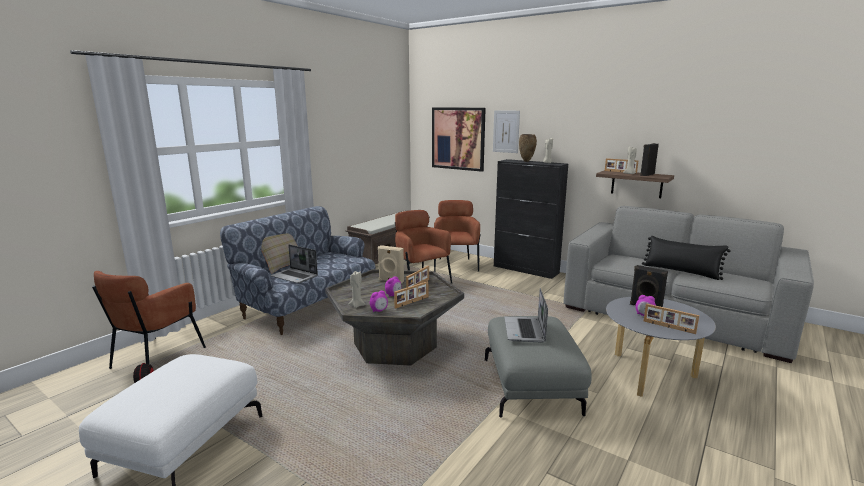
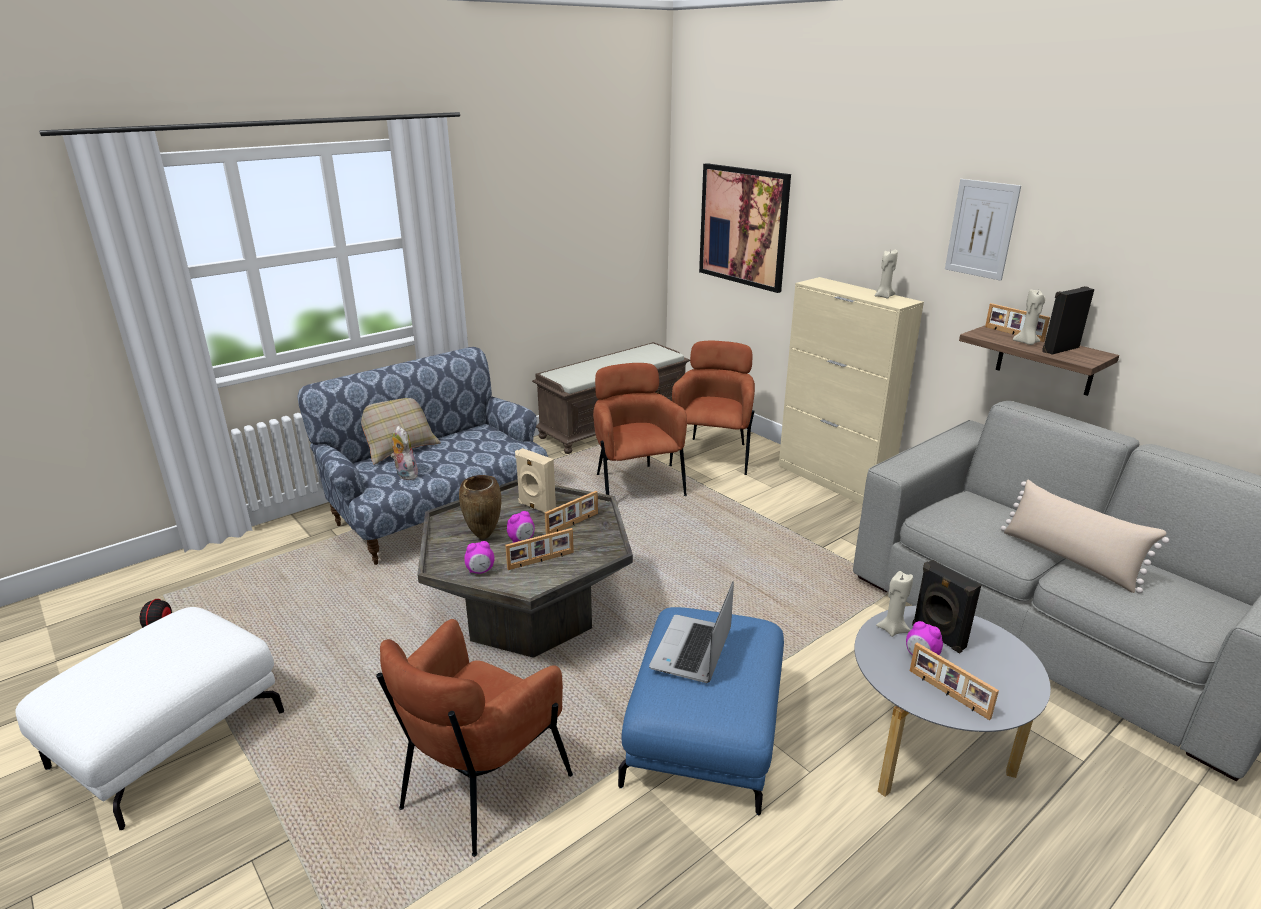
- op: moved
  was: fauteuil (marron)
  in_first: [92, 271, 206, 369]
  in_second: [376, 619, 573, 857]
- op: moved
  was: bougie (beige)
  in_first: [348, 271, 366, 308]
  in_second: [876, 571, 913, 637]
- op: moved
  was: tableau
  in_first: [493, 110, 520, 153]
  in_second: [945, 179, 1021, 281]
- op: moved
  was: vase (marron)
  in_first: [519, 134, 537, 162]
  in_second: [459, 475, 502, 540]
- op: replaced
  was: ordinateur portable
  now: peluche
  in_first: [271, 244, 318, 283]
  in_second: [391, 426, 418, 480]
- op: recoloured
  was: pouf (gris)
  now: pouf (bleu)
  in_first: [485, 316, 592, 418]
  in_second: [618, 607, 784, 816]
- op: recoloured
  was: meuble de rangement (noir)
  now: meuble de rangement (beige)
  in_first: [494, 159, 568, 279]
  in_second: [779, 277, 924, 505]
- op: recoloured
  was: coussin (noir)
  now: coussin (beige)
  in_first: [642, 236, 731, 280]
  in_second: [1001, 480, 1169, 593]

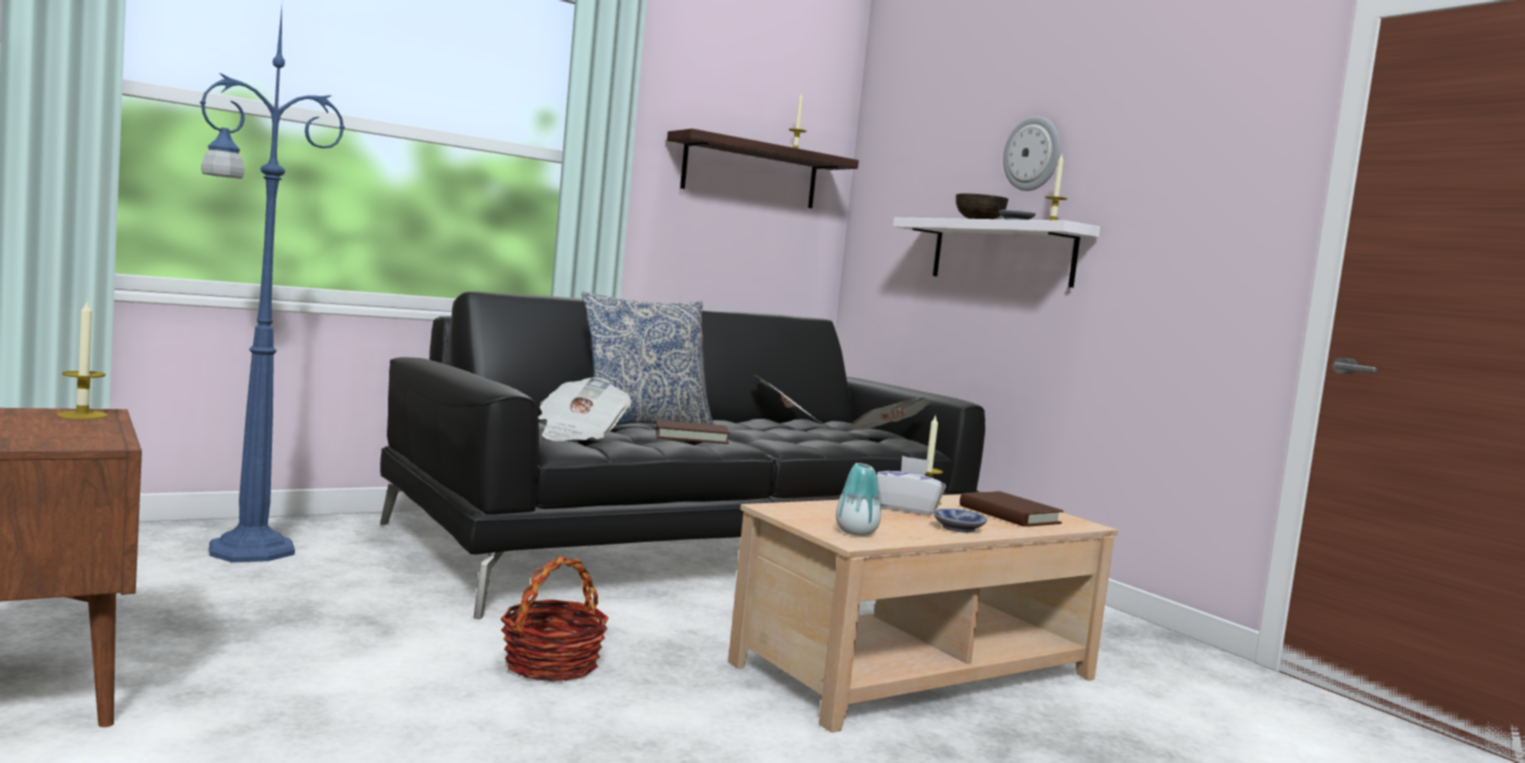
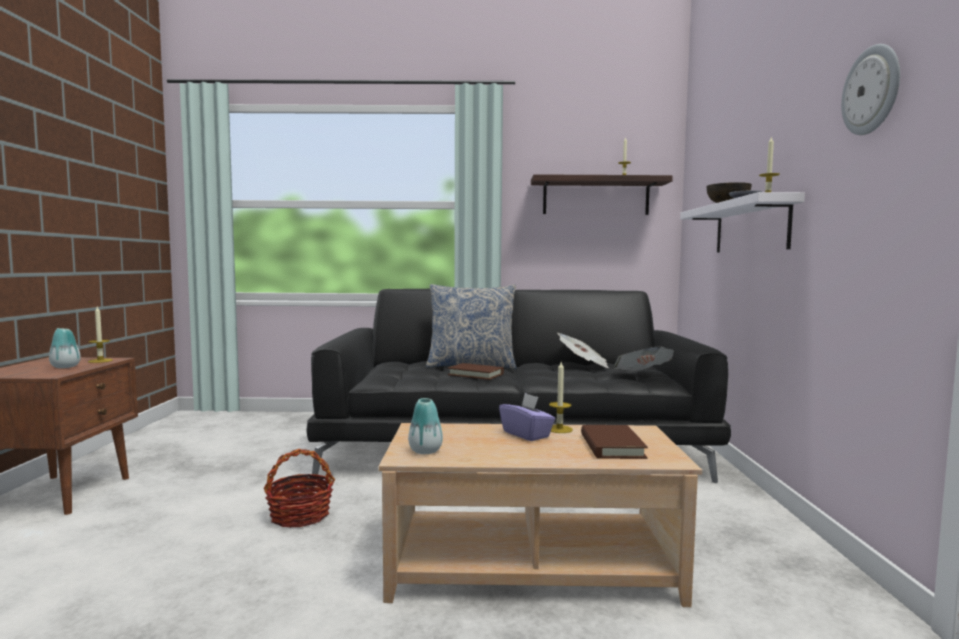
- op: removed
  was: lampadaire (bleu)
  in_first: [200, 8, 345, 563]
- op: removed
  was: journal
  in_first: [538, 377, 631, 441]
- op: removed
  was: bol
  in_first: [933, 509, 987, 532]
- op: added
  now: vase
  in_second: [49, 328, 81, 368]
- op: moved
  was: horloge murale
  in_first: [1003, 116, 1060, 191]
  in_second: [841, 44, 900, 135]
- op: recoloured
  was: boîte à mouchoirs (blanc)
  now: boîte à mouchoirs (violet)
  in_first: [876, 456, 946, 515]
  in_second: [499, 393, 555, 441]

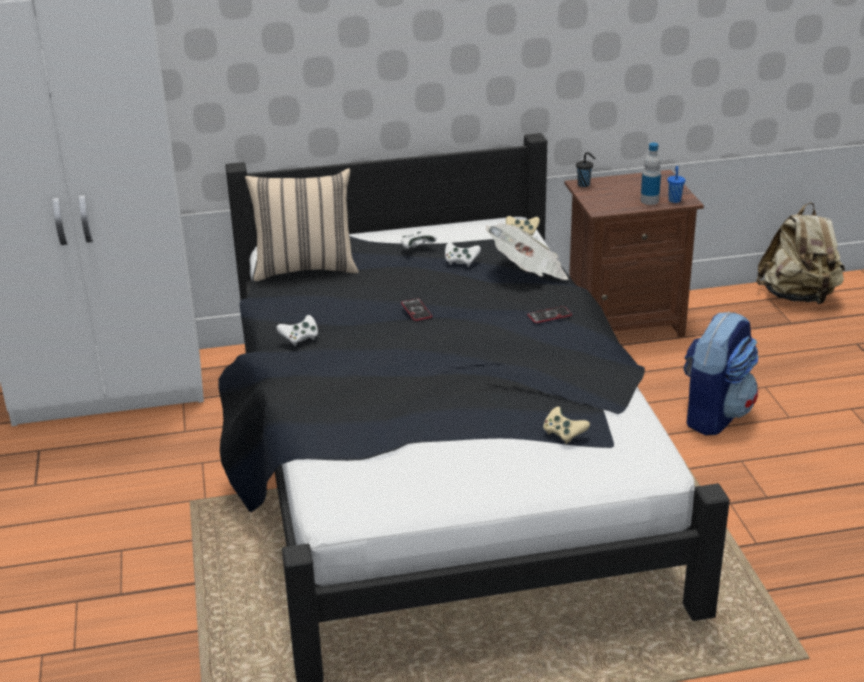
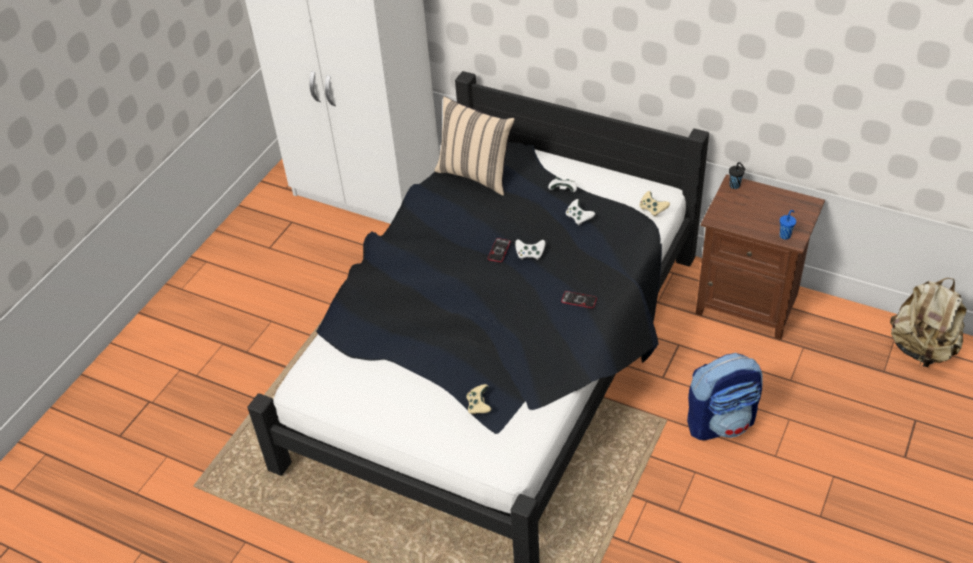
- op: removed
  was: journal
  in_first: [486, 224, 568, 280]
- op: removed
  was: bouteille
  in_first: [641, 143, 661, 205]
- op: moved
  was: manette (blanc)
  in_first: [276, 315, 318, 346]
  in_second: [515, 239, 545, 260]

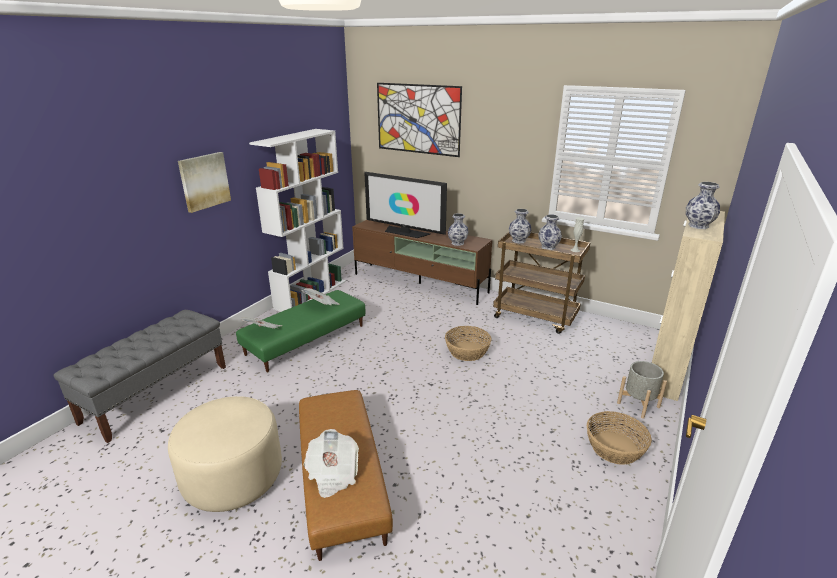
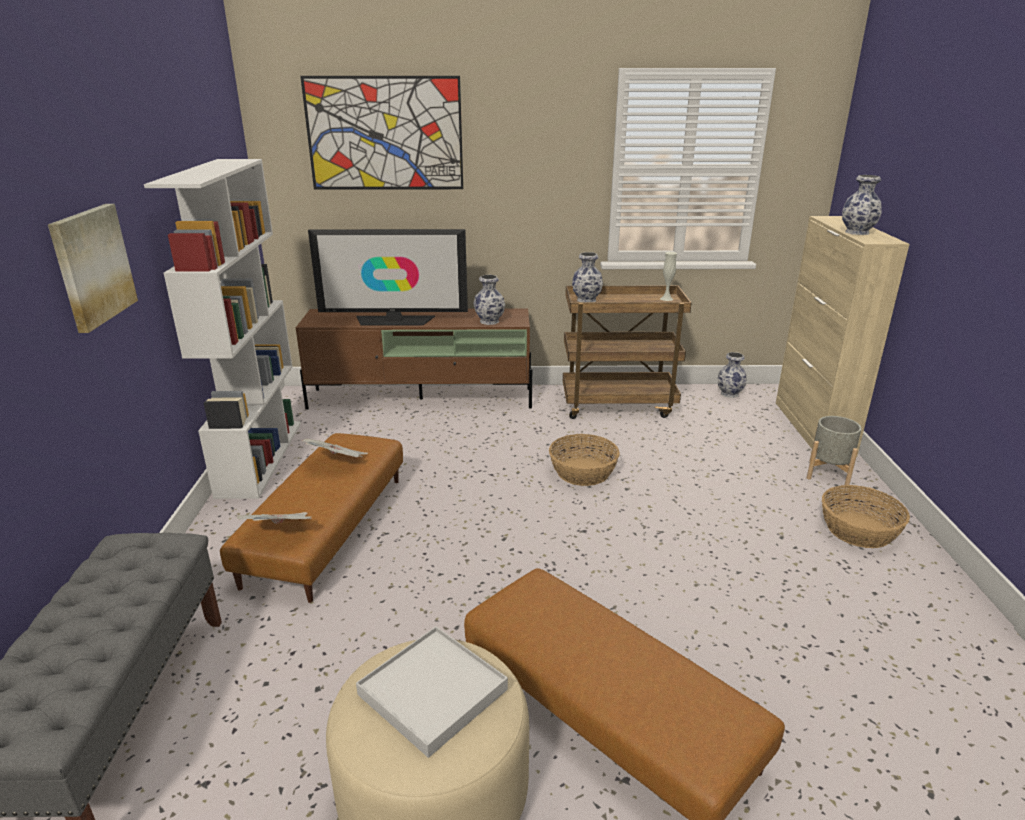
- op: removed
  was: journal
  in_first: [303, 429, 359, 498]
- op: added
  now: plateau (blanc)
  in_second: [356, 626, 508, 758]
- op: moved
  was: vase
  in_first: [538, 214, 562, 250]
  in_second: [718, 352, 746, 398]
- op: recoloured
  was: pouf (vert)
  now: pouf (marron)
  in_first: [236, 290, 366, 372]
  in_second: [220, 433, 403, 603]

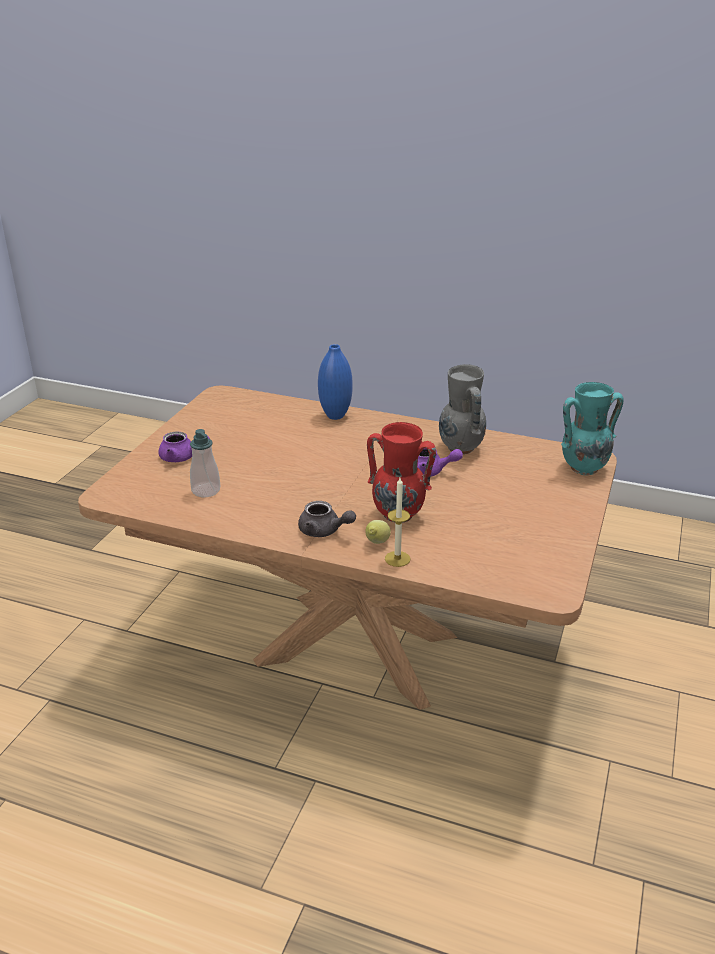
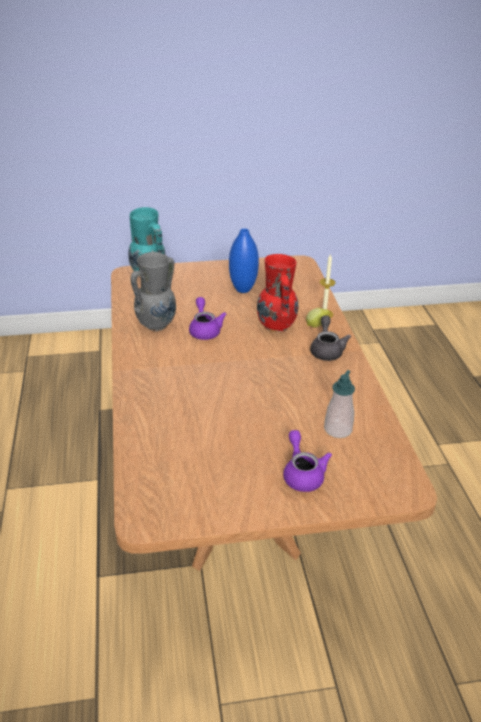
- op: moved
  was: vase (bleu)
  in_first: [318, 344, 353, 420]
  in_second: [229, 229, 259, 293]

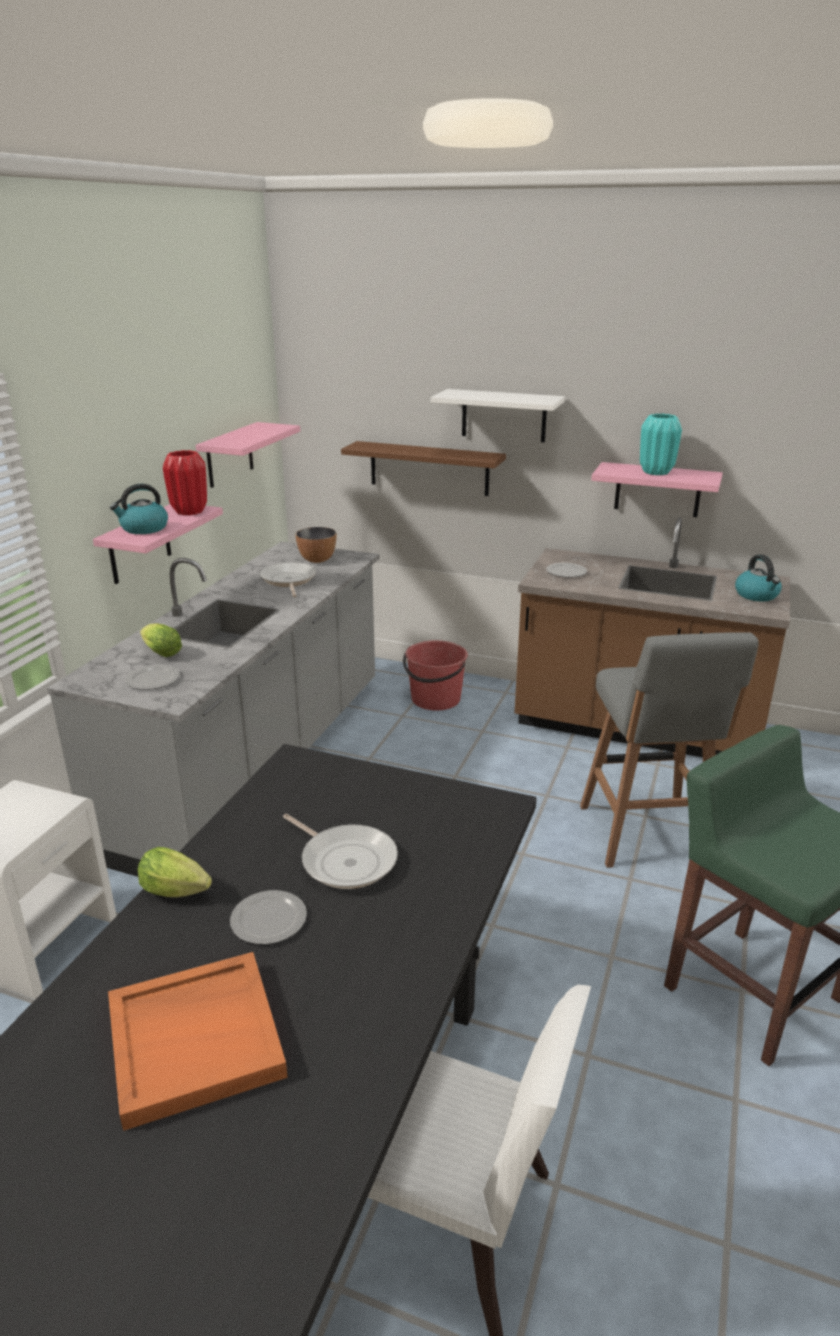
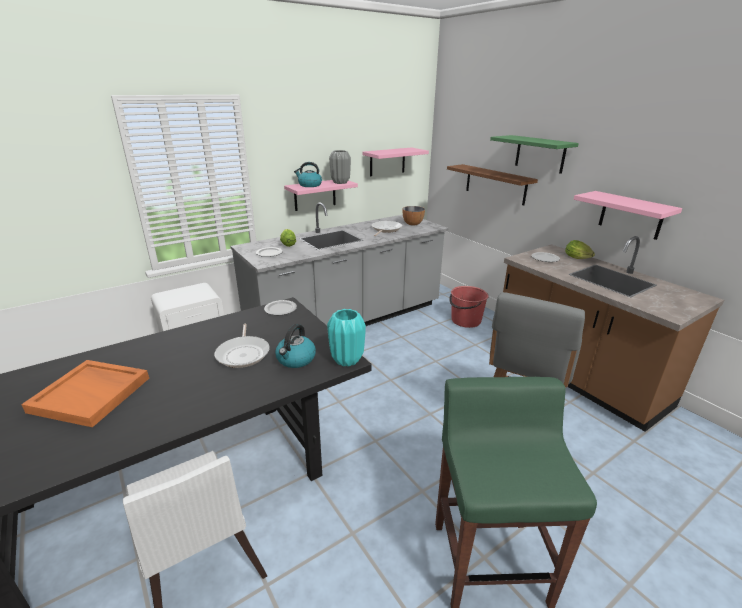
- op: moved
  was: laitue
  in_first: [138, 847, 212, 897]
  in_second: [565, 240, 595, 259]
- op: moved
  was: assiette
  in_first: [230, 890, 307, 944]
  in_second: [264, 300, 297, 315]
- op: moved
  was: vase (turquoise)
  in_first: [640, 414, 682, 475]
  in_second: [327, 309, 366, 367]
- op: moved
  was: bouilloire
  in_first: [735, 554, 782, 602]
  in_second: [275, 324, 316, 368]
- op: recoloured
  was: vase (rouge)
  now: vase (gris)
  in_first: [163, 450, 207, 515]
  in_second: [329, 150, 351, 184]
- op: recoloured
  was: étagère (blanc)
  now: étagère (vert)
  in_first: [431, 389, 565, 442]
  in_second: [490, 135, 579, 174]

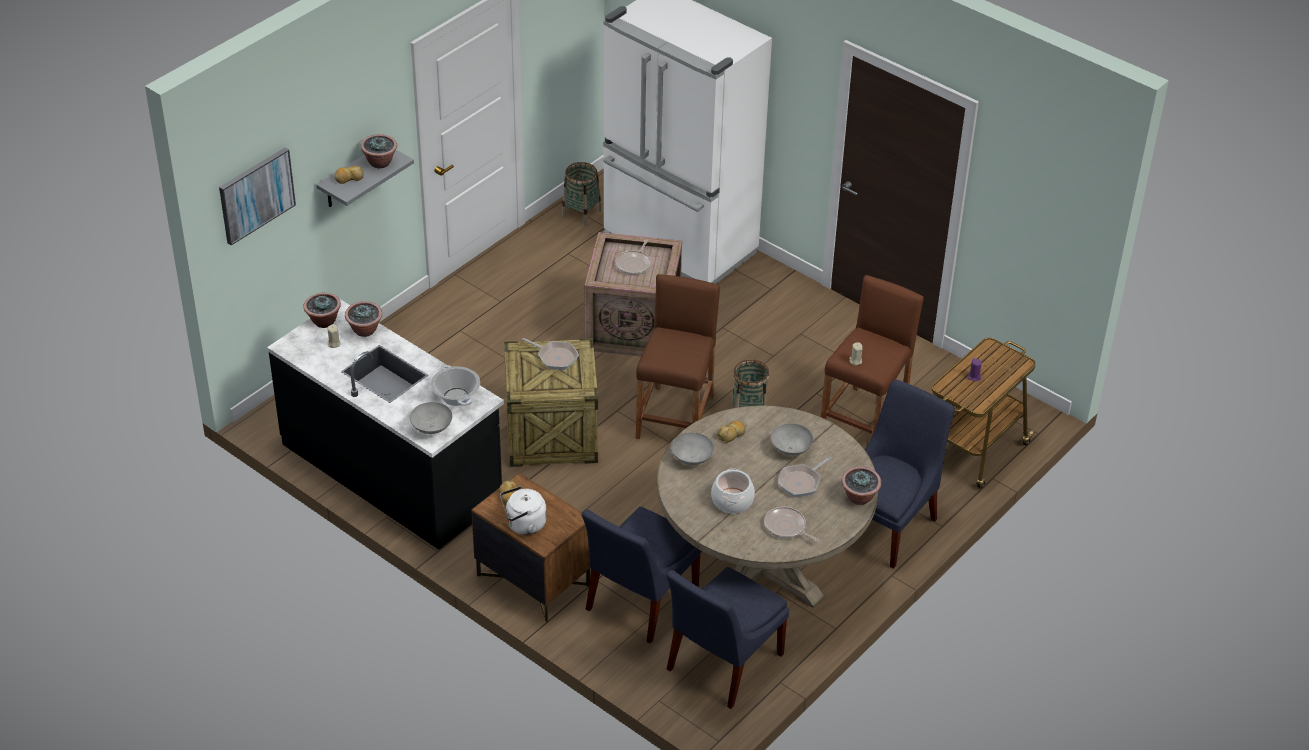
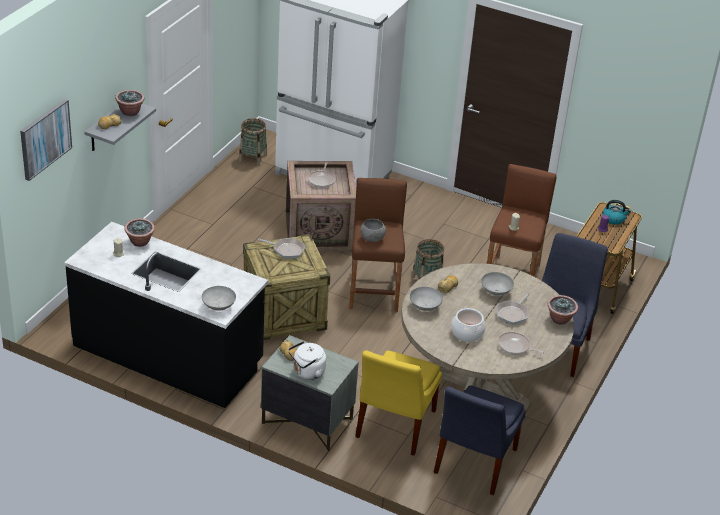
- op: removed
  was: plante en pot
  in_first: [303, 293, 341, 328]
- op: removed
  was: marmite
  in_first: [431, 365, 480, 406]
- op: added
  now: bol (gris)
  in_second: [360, 219, 386, 242]
- op: added
  now: bouilloire
  in_second: [603, 200, 631, 225]
- op: recoloured
  was: table de chevet (marron)
  now: table de chevet (gris)
  in_first: [471, 473, 590, 623]
  in_second: [261, 335, 359, 451]
- op: recoloured
  was: chaise (bleu)
  now: chaise (jaune)
  in_first: [582, 507, 702, 644]
  in_second: [355, 350, 442, 456]

